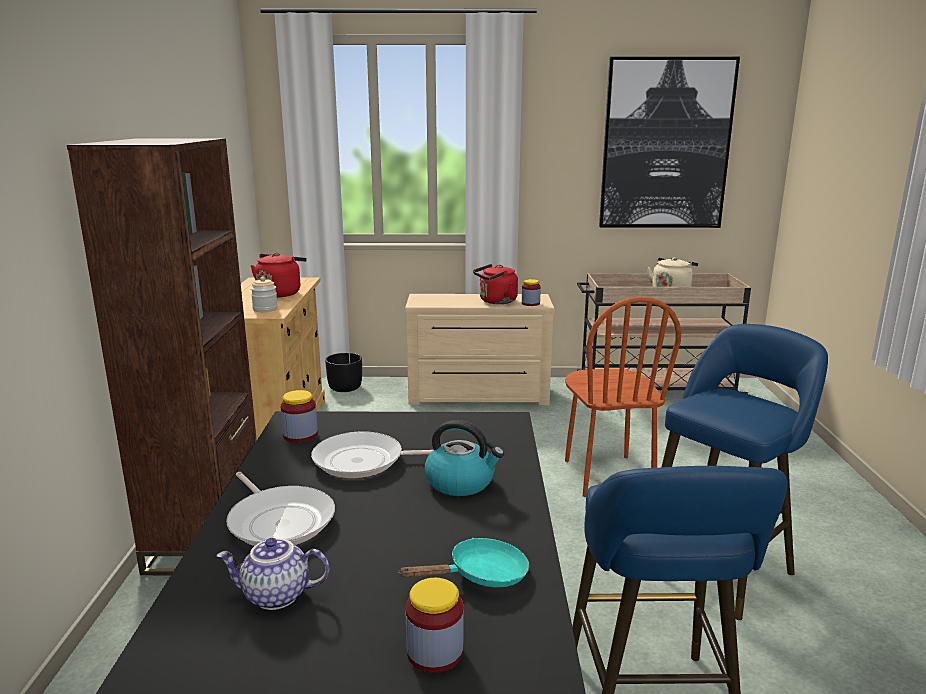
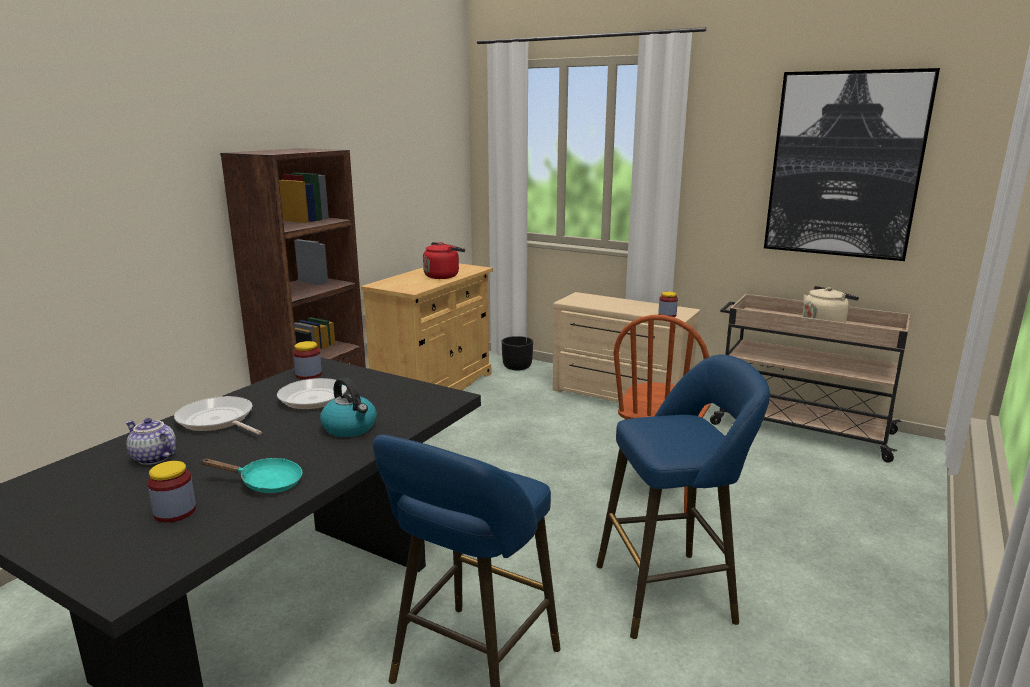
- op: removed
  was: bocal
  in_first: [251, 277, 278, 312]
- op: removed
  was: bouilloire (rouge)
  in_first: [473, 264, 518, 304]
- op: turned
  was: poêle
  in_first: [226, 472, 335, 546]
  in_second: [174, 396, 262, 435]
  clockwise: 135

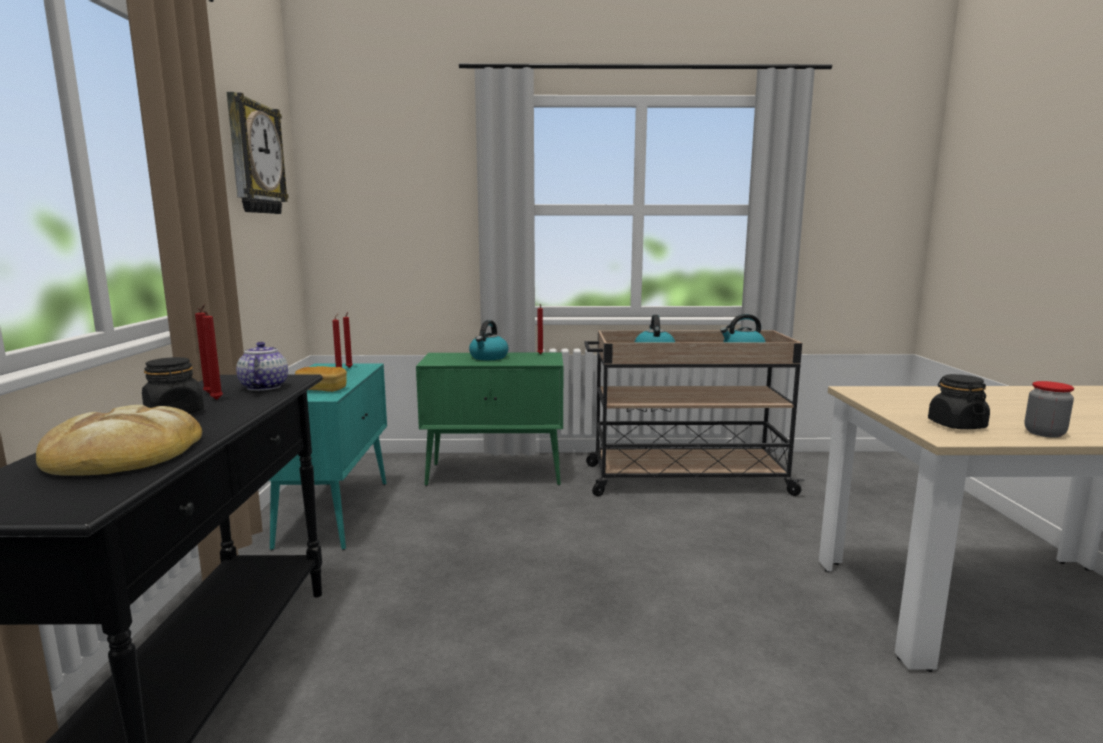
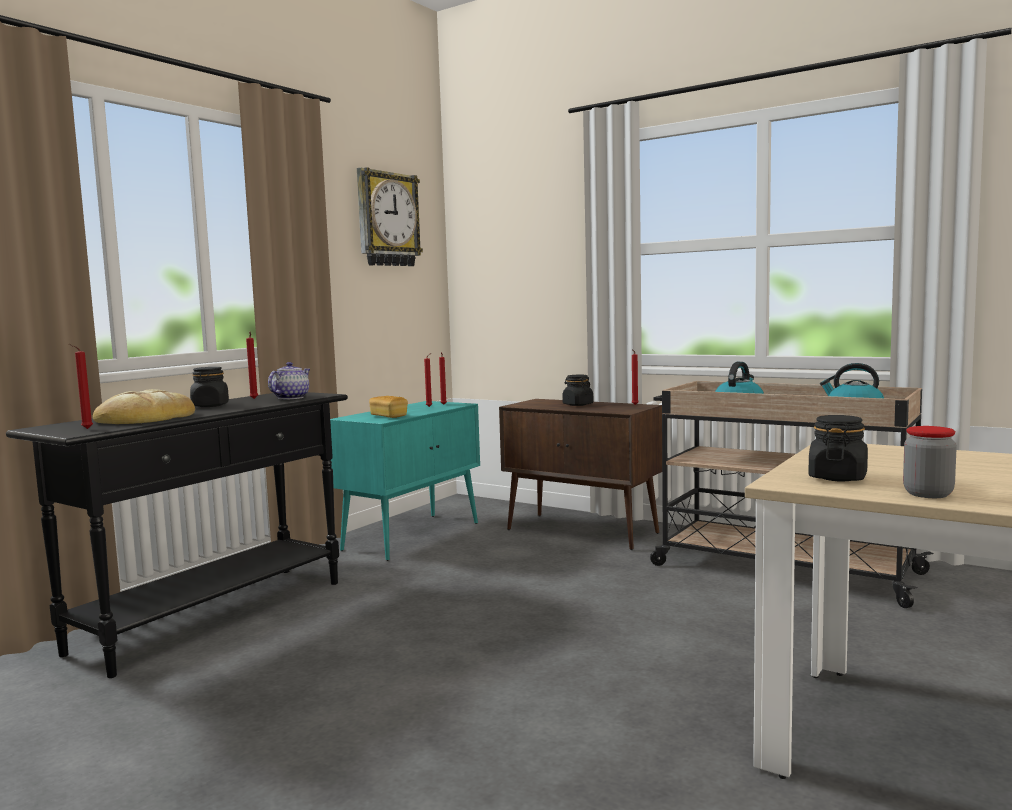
- op: moved
  was: bougie (rouge)
  in_first: [197, 308, 223, 400]
  in_second: [69, 344, 93, 429]
- op: replaced
  was: bouilloire
  now: bocal (noir)
  in_first: [469, 320, 508, 360]
  in_second: [562, 375, 593, 406]
- op: recoloured
  was: meuble de rangement (vert)
  now: meuble de rangement (marron)
  in_first: [416, 353, 563, 486]
  in_second: [499, 399, 662, 550]

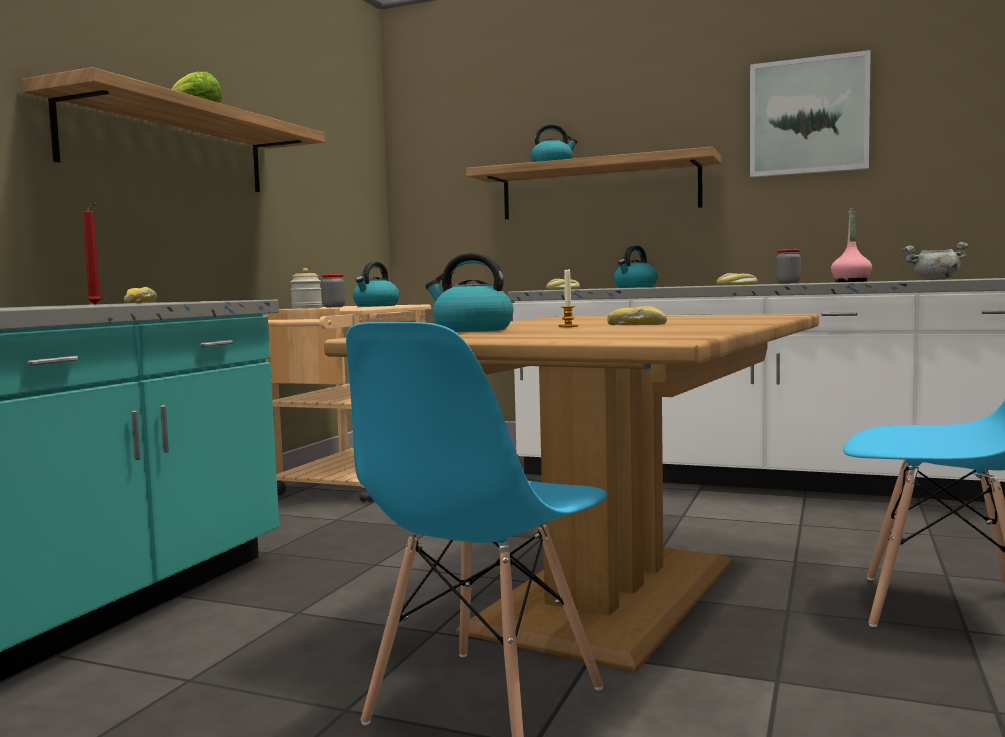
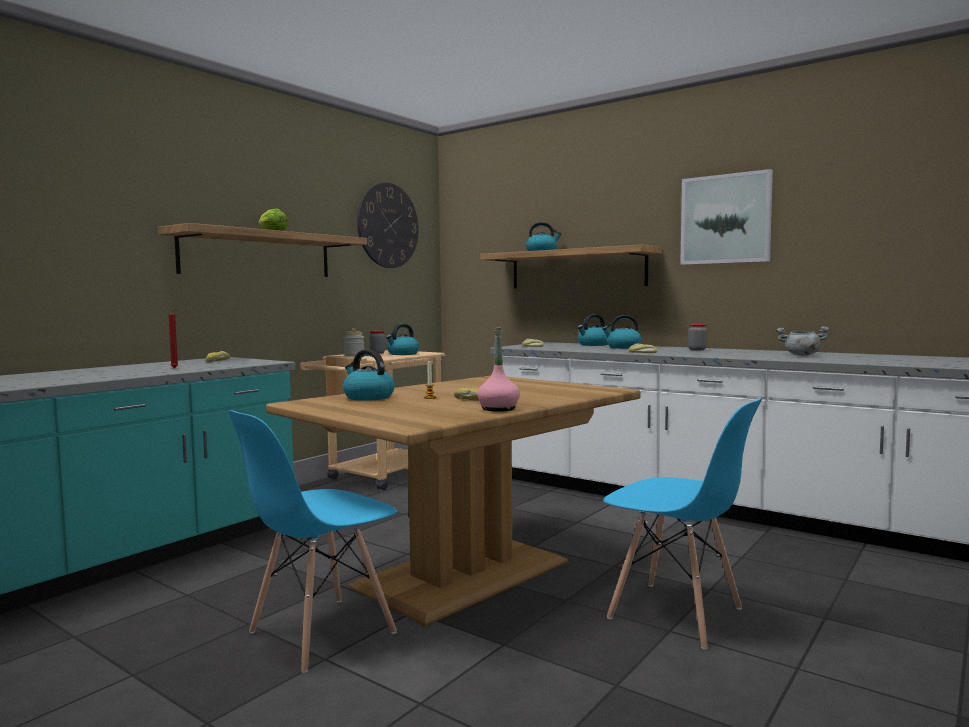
- op: added
  now: horloge murale
  in_second: [357, 183, 419, 268]
- op: added
  now: bouilloire
  in_second: [602, 315, 642, 349]
- op: moved
  was: bouteille (rose)
  in_first: [831, 208, 872, 282]
  in_second: [477, 327, 520, 412]

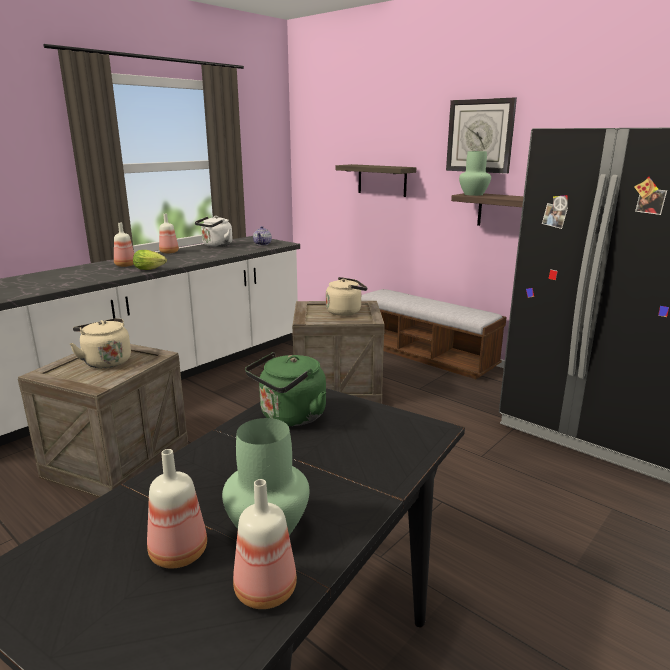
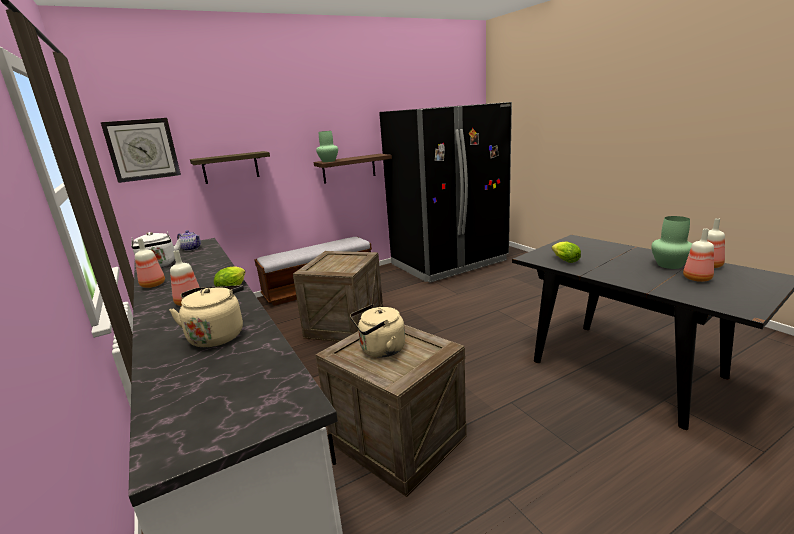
- op: moved
  was: bouilloire (beige)
  in_first: [326, 277, 367, 316]
  in_second: [169, 285, 244, 347]
- op: moved
  was: horloge murale
  in_first: [446, 97, 517, 174]
  in_second: [101, 118, 181, 183]
- op: replaced
  was: bouilloire (vert)
  now: laitue
  in_first: [245, 352, 326, 426]
  in_second: [552, 242, 581, 263]

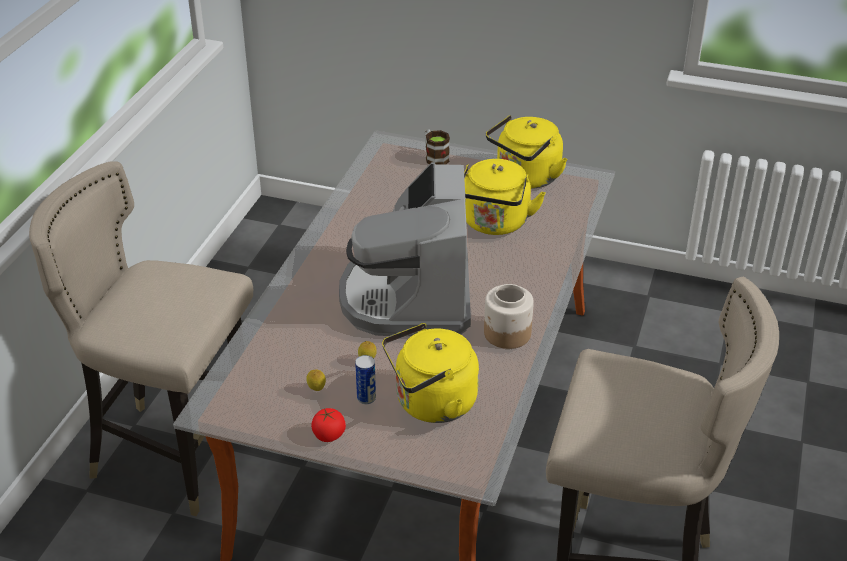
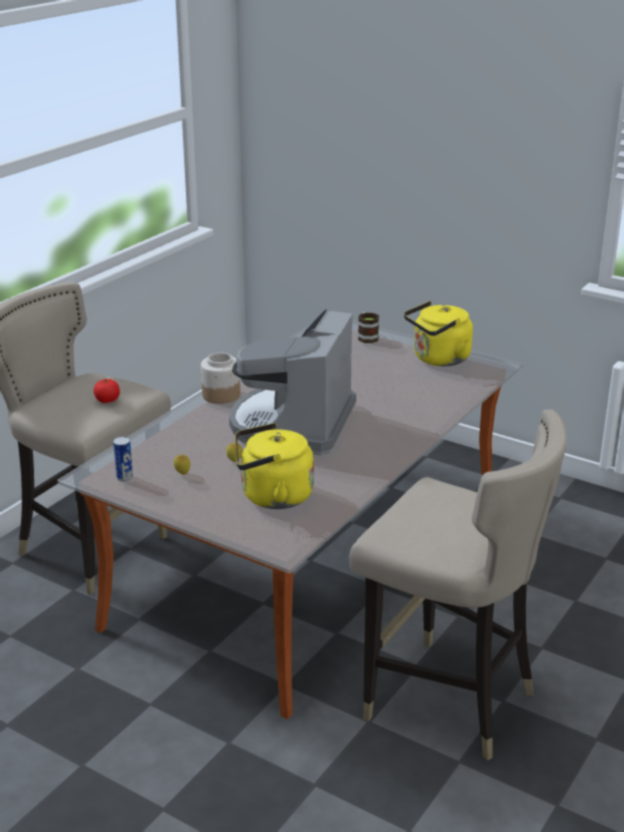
- op: removed
  was: bouilloire (jaune)
  in_first: [464, 159, 546, 235]
- op: moved
  was: tomate
  in_first: [311, 408, 346, 442]
  in_second: [94, 379, 120, 403]
- op: moved
  was: boîte métallique
  in_first: [355, 355, 376, 404]
  in_second: [113, 437, 133, 482]
- op: moved
  was: bocal
  in_first: [484, 284, 534, 349]
  in_second: [201, 353, 240, 404]

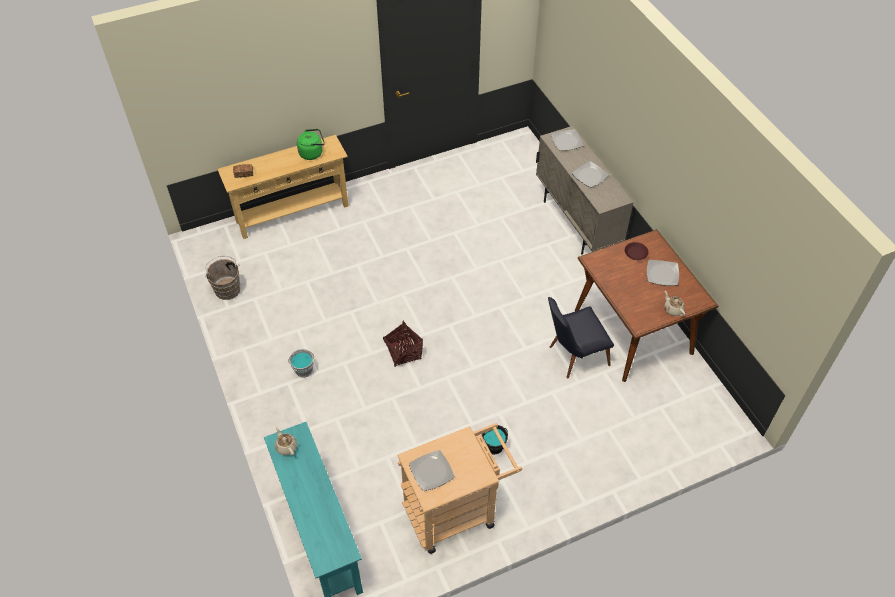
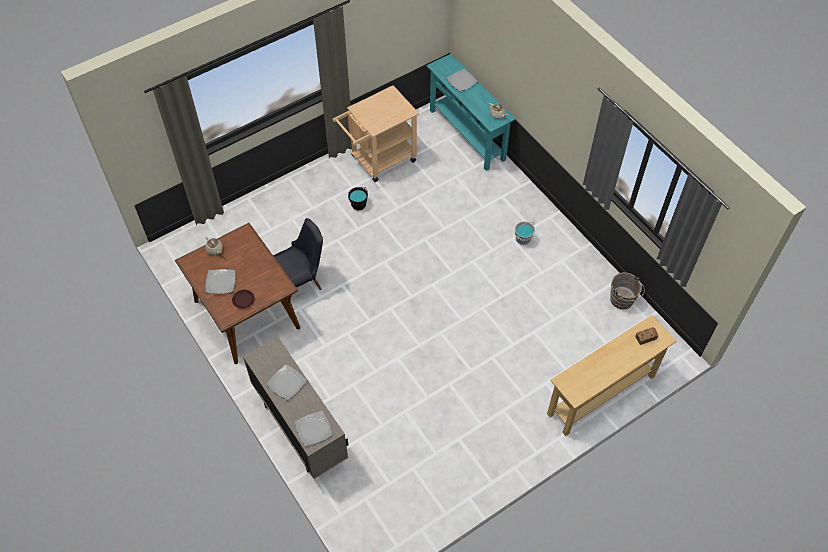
- op: removed
  was: bouilloire (vert)
  in_first: [297, 129, 325, 160]
- op: removed
  was: panier
  in_first: [383, 320, 423, 367]
- op: moved
  was: assiette
  in_first: [409, 450, 455, 491]
  in_second: [446, 69, 478, 91]

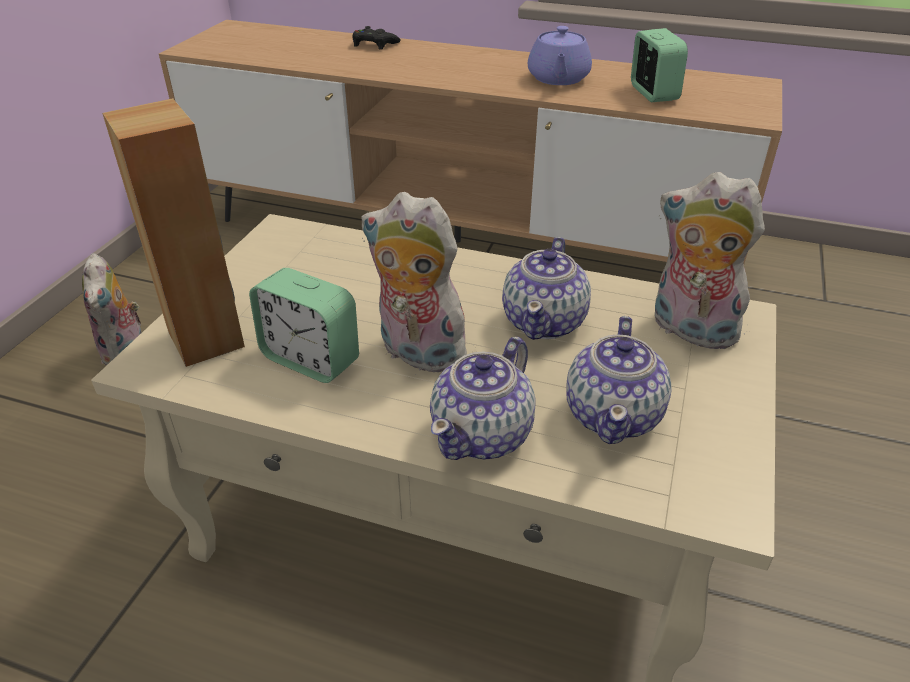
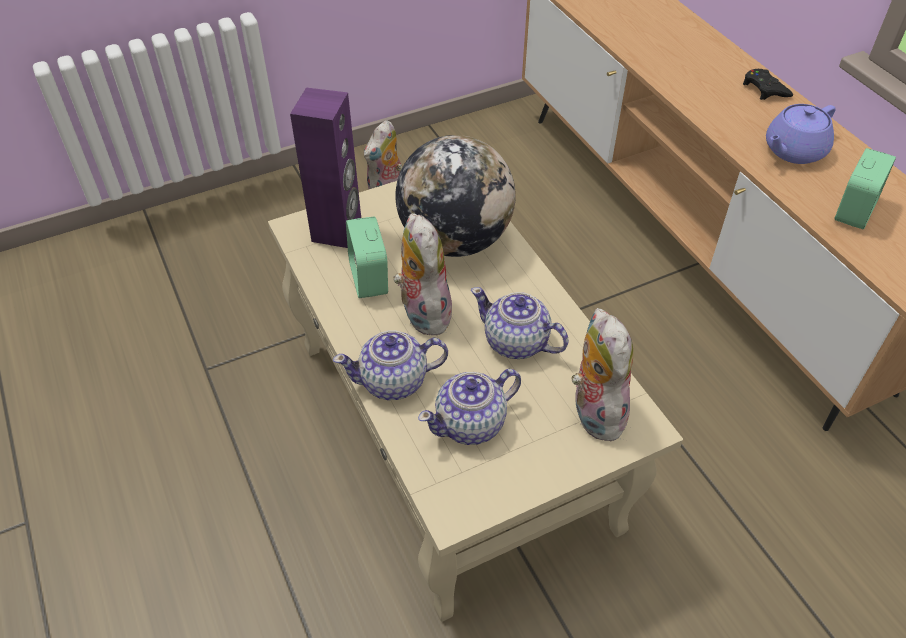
- op: added
  now: globe
  in_second: [395, 135, 516, 257]
- op: moved
  was: manette (noir)
  in_first: [353, 26, 401, 50]
  in_second: [743, 69, 793, 100]
- op: recoloured
  was: enceinte (marron)
  now: enceinte (violet)
  in_first: [102, 98, 245, 367]
  in_second: [290, 88, 361, 248]
- op: turned
  was: théière
  in_first: [502, 237, 591, 340]
  in_second: [471, 287, 569, 359]
  clockwise: 60

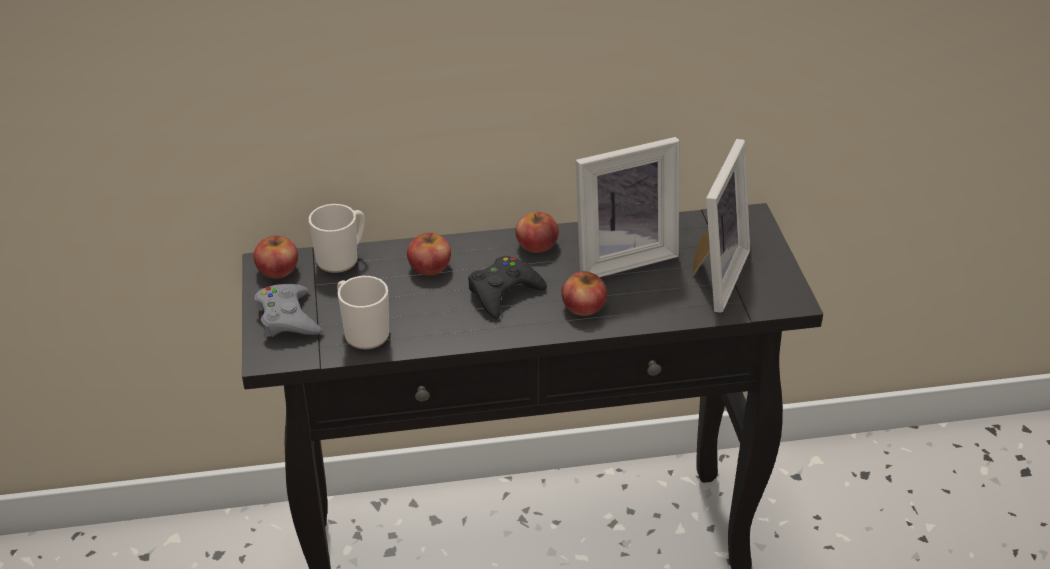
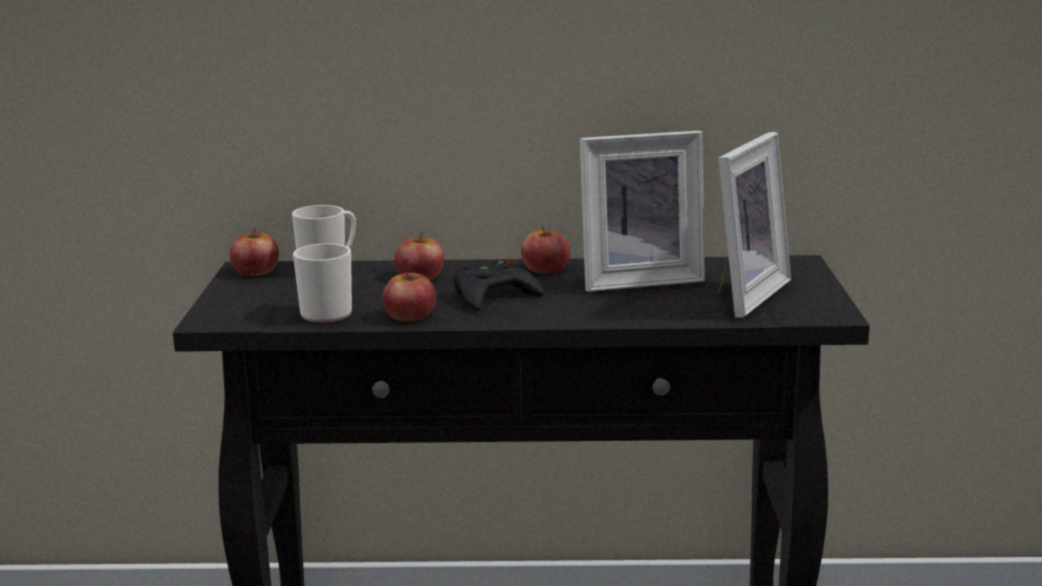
- op: removed
  was: manette (gris)
  in_first: [255, 284, 323, 337]
- op: moved
  was: pomme
  in_first: [561, 271, 607, 316]
  in_second: [383, 269, 436, 321]

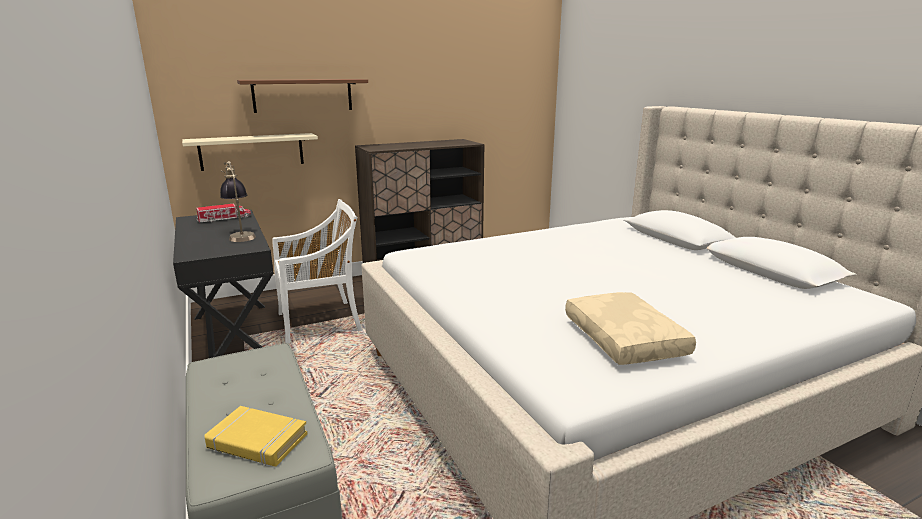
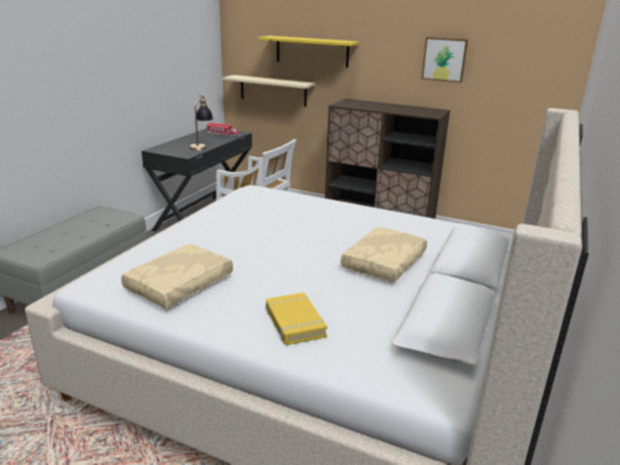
- op: added
  now: coussin (beige)
  in_second: [341, 227, 427, 282]
- op: added
  now: tableau
  in_second: [422, 37, 468, 82]
- op: moved
  was: livre (jaune)
  in_first: [204, 406, 308, 467]
  in_second: [266, 292, 327, 345]
- op: recoloured
  was: étagère (marron)
  now: étagère (jaune)
  in_first: [237, 79, 368, 113]
  in_second: [259, 36, 359, 68]

